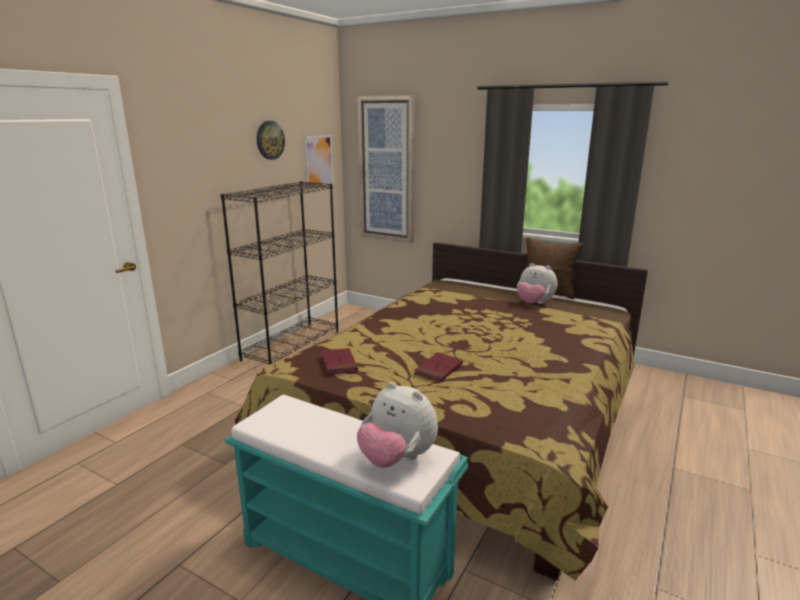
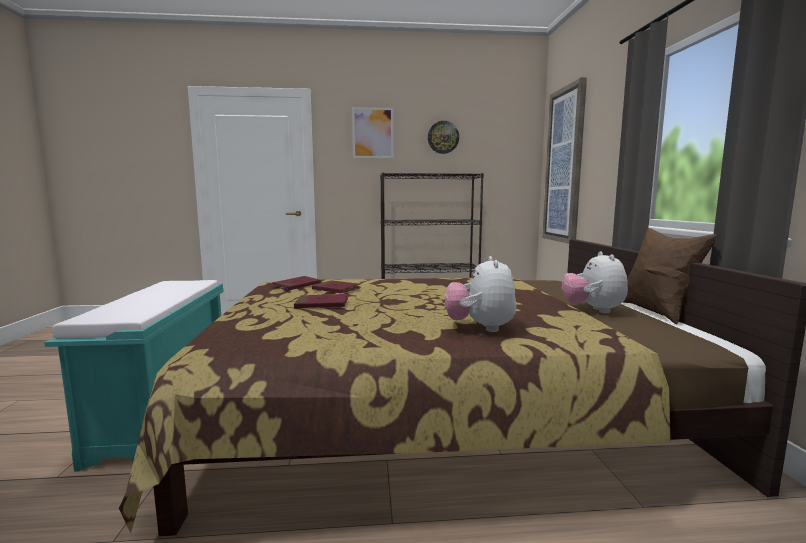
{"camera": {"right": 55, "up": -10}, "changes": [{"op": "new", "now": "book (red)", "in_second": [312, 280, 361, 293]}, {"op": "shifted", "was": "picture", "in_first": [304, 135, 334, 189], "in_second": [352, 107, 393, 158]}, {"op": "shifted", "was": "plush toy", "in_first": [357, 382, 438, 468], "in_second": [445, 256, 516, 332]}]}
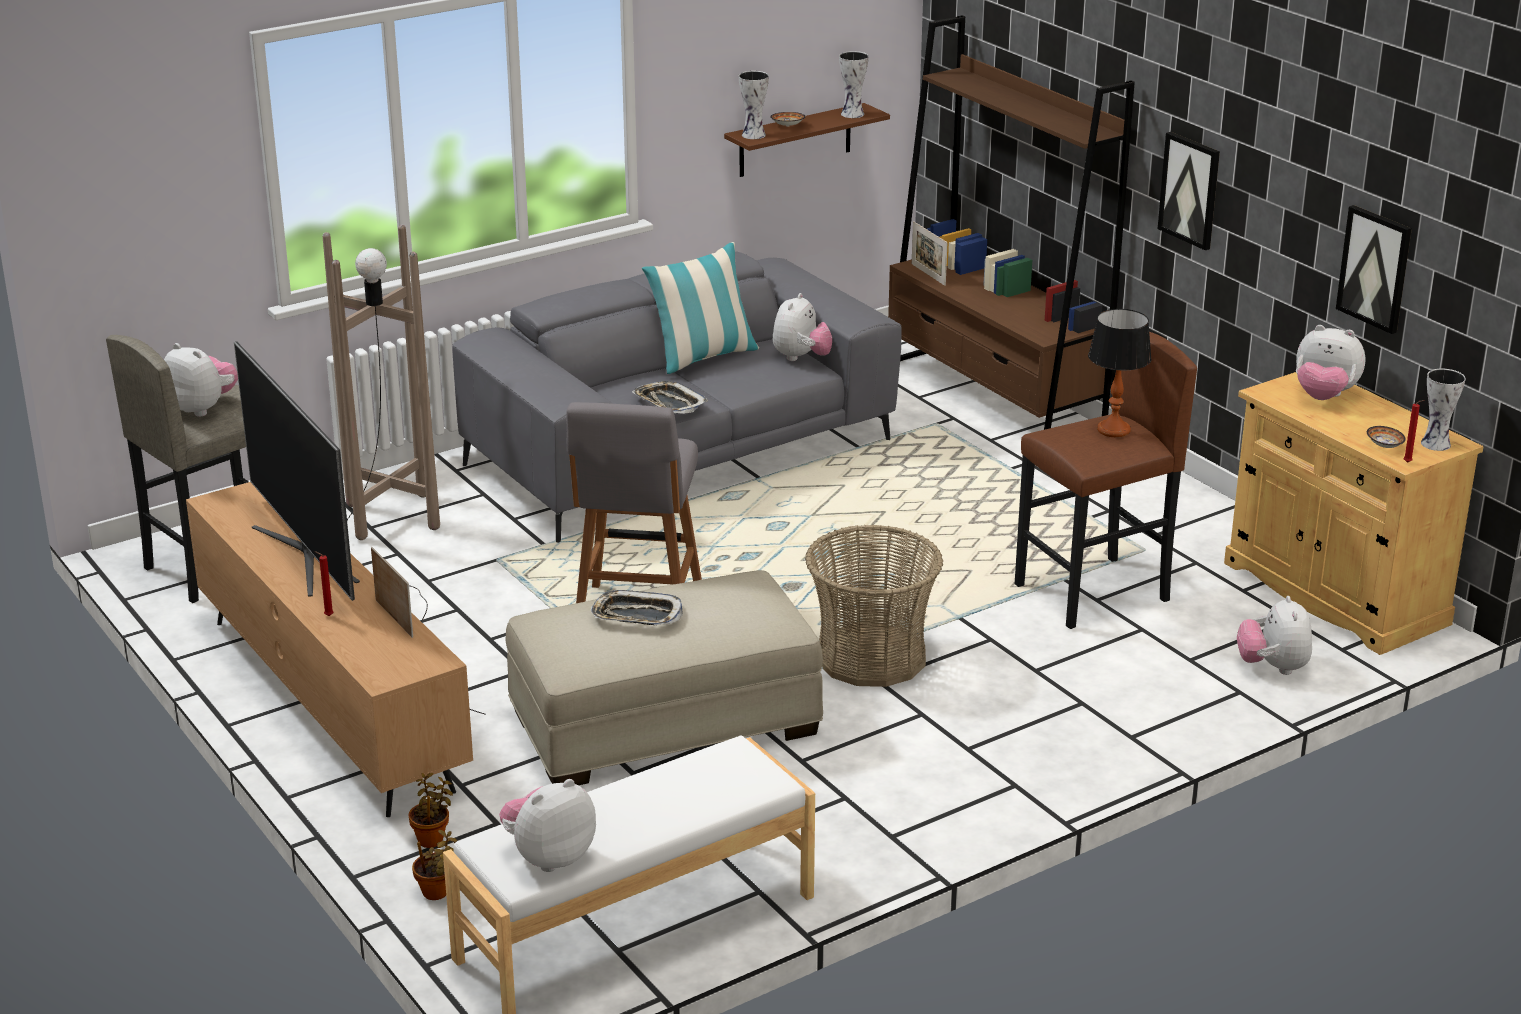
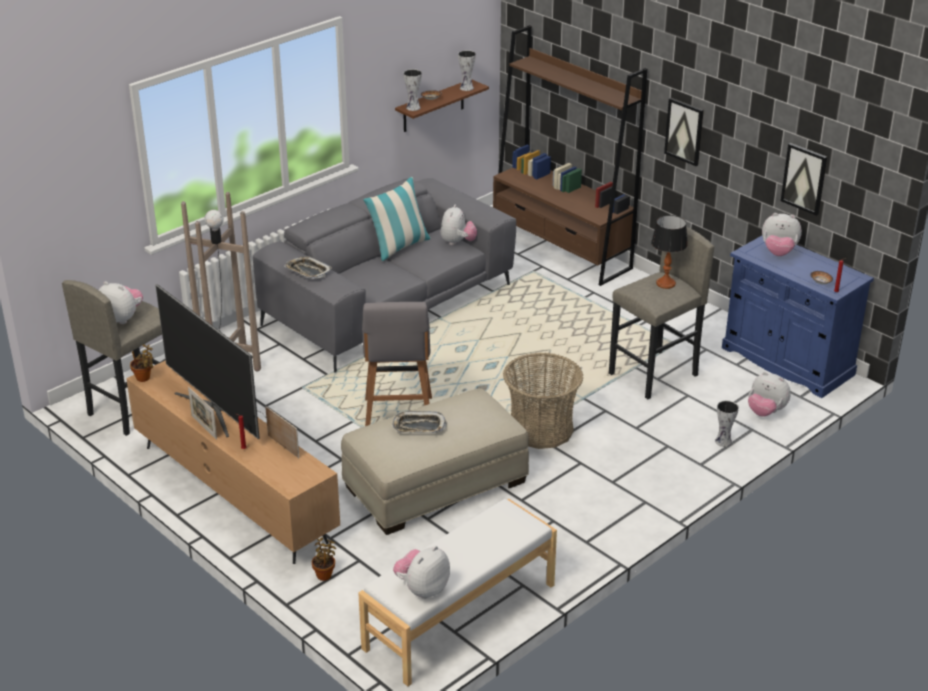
{"camera": {"right": -10, "up": 5}, "changes": [{"op": "shifted", "was": "potted plant", "in_first": [412, 830, 457, 900], "in_second": [130, 344, 153, 382]}, {"op": "shifted", "was": "picture frame", "in_first": [912, 221, 948, 286], "in_second": [188, 387, 217, 440]}, {"op": "shifted", "was": "tray", "in_first": [632, 381, 708, 414], "in_second": [284, 256, 332, 279]}, {"op": "repainted", "was": "stool (brown)", "now": "stool (grey)", "in_first": [1015, 332, 1197, 629], "in_second": [609, 227, 714, 399]}, {"op": "shifted", "was": "vase", "in_first": [1421, 369, 1466, 451], "in_second": [715, 401, 739, 447]}, {"op": "repainted", "was": "cabinet (beige)", "now": "cabinet (blue)", "in_first": [1224, 372, 1484, 655], "in_second": [722, 236, 874, 398]}, {"op": "rotated", "was": "plush toy", "in_first": [1237, 596, 1312, 675], "in_second": [748, 372, 791, 417], "clockwise": -45}]}
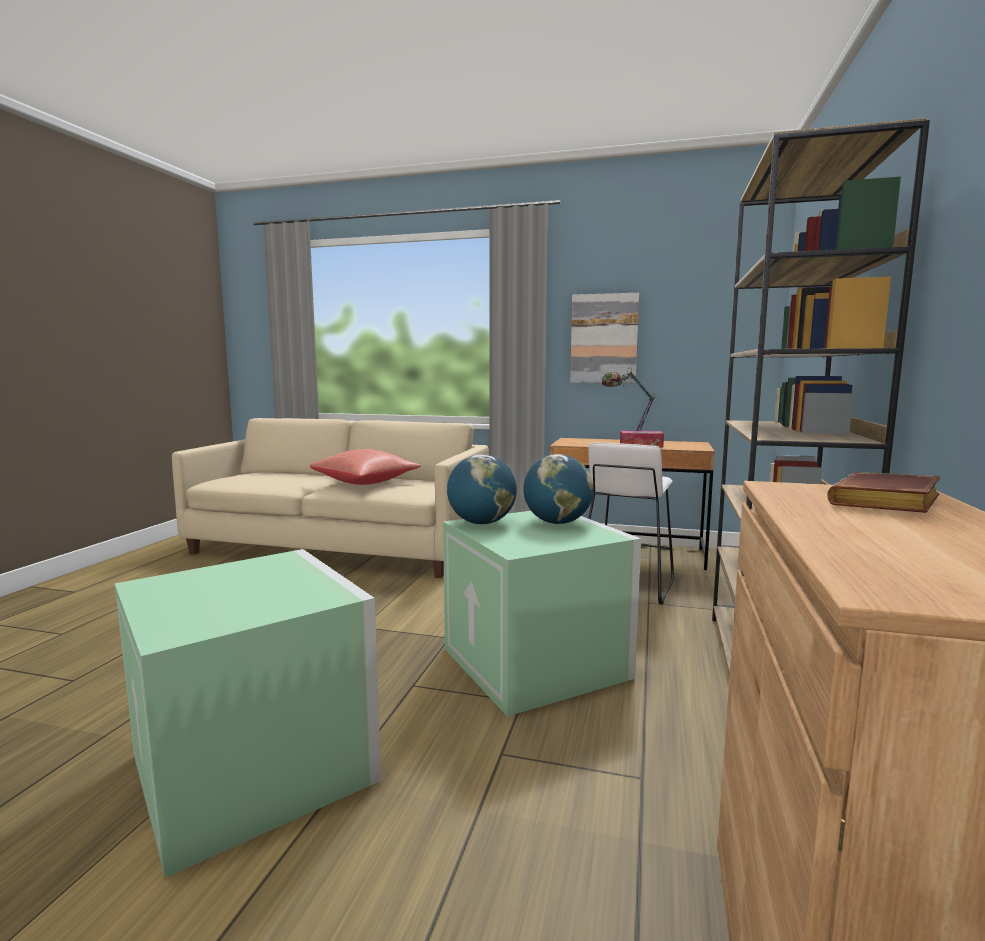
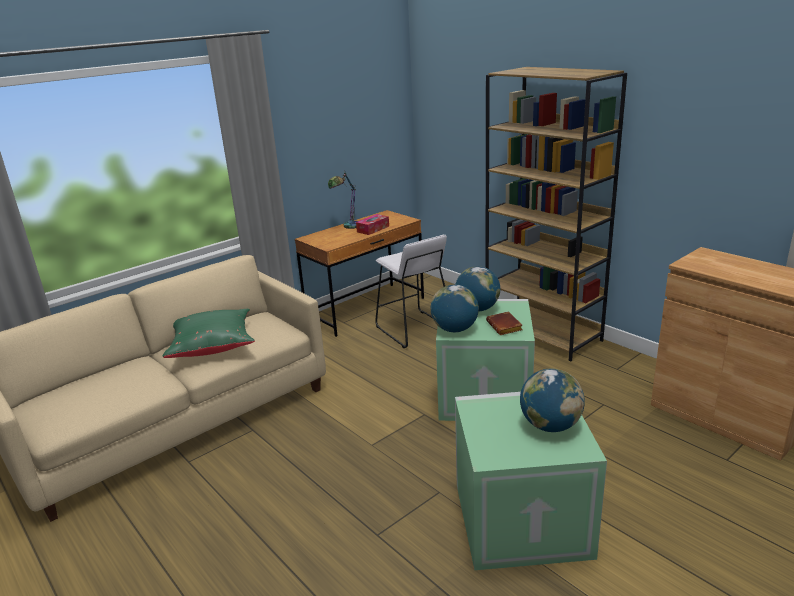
{"camera": {"right": -55, "up": 15}, "changes": [{"op": "repainted", "was": "pillow (red)", "now": "pillow (green)", "in_first": [310, 449, 421, 485], "in_second": [163, 309, 255, 358]}, {"op": "shifted", "was": "book (brown)", "in_first": [827, 472, 940, 513], "in_second": [486, 311, 523, 335]}, {"op": "new", "now": "globe", "in_second": [520, 369, 585, 432]}, {"op": "gone", "was": "picture", "in_first": [570, 293, 639, 383]}]}
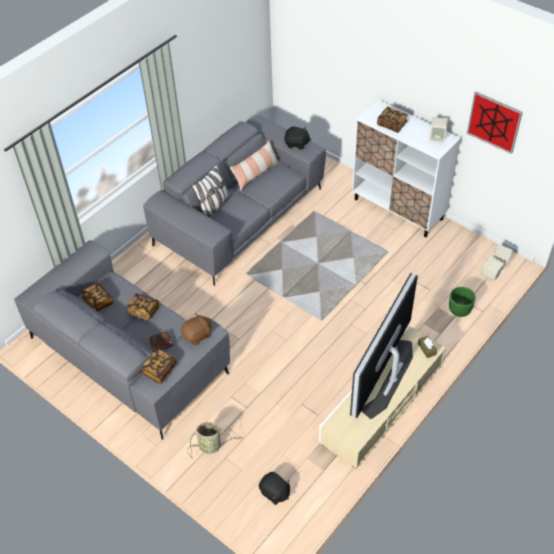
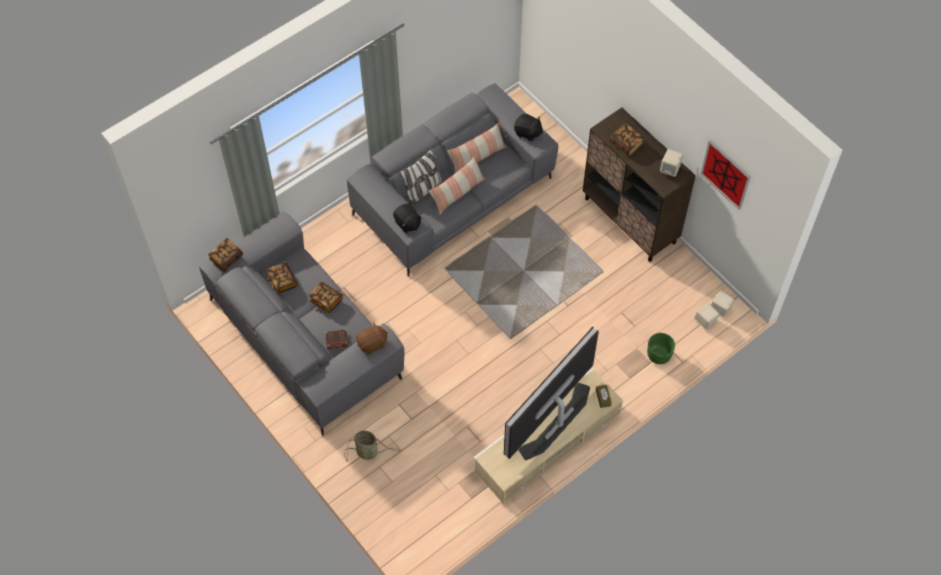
{"camera": {"right": 10, "up": 10}, "changes": [{"op": "shifted", "was": "book", "in_first": [141, 349, 177, 384], "in_second": [208, 238, 243, 272]}, {"op": "shifted", "was": "plush toy (black)", "in_first": [259, 472, 290, 505], "in_second": [393, 204, 422, 233]}, {"op": "new", "now": "pillow", "in_second": [429, 156, 486, 215]}, {"op": "repainted", "was": "cabinet (white)", "now": "cabinet (brown)", "in_first": [352, 100, 461, 237], "in_second": [583, 107, 696, 262]}]}
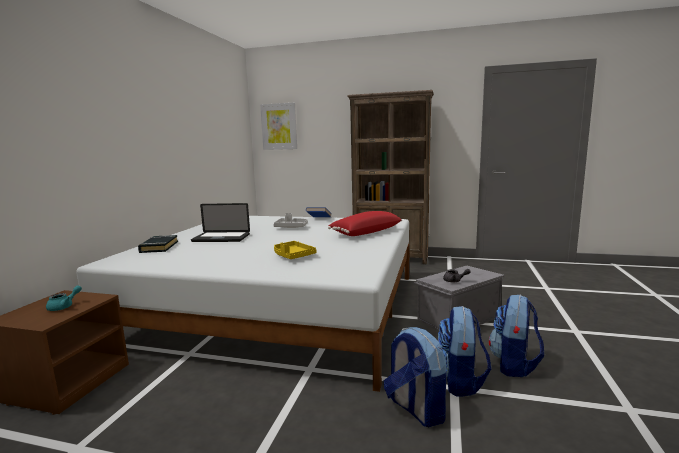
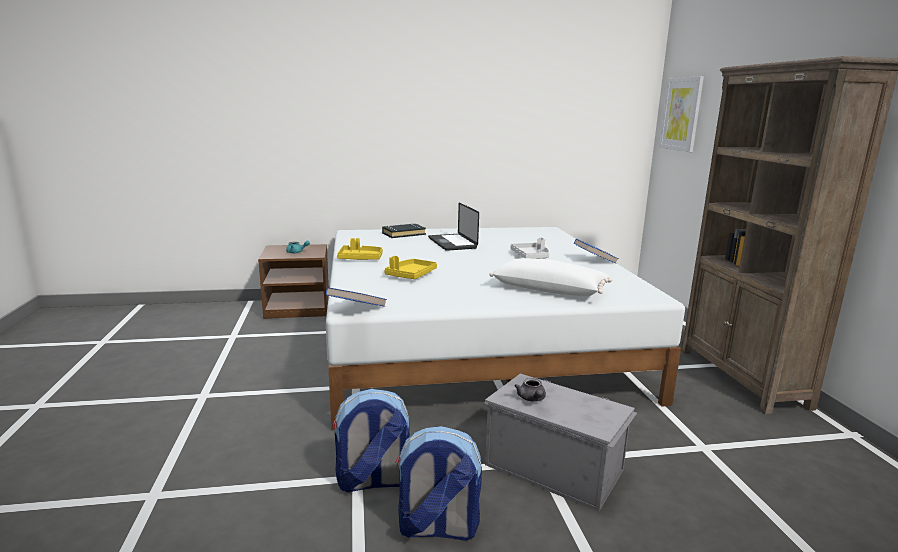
{"camera": {"right": 65, "up": 5}, "changes": [{"op": "new", "now": "book (blue)", "in_second": [326, 287, 387, 307]}, {"op": "new", "now": "tray (yellow)", "in_second": [337, 238, 383, 260]}, {"op": "repainted", "was": "pillow (red)", "now": "pillow (white)", "in_first": [328, 211, 402, 236], "in_second": [489, 258, 612, 296]}, {"op": "gone", "was": "backpack", "in_first": [384, 327, 448, 427]}]}
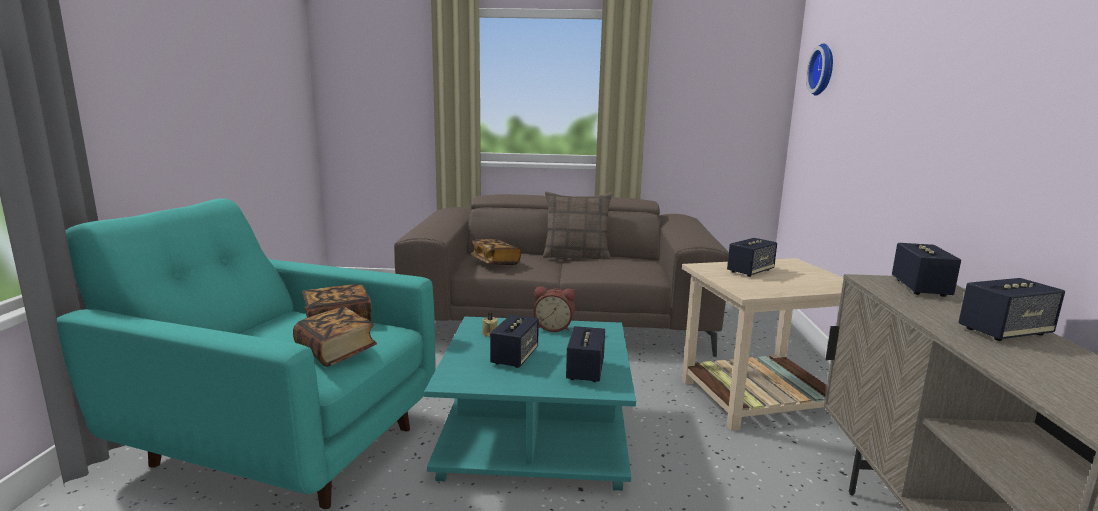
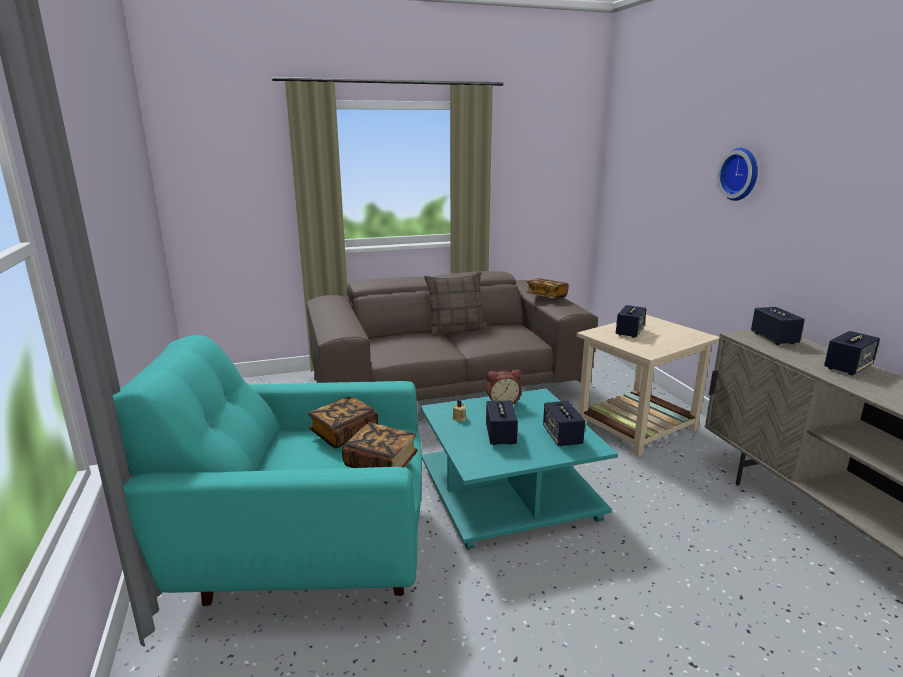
{"camera": {"right": -20, "up": 5}, "changes": [{"op": "shifted", "was": "book", "in_first": [471, 239, 521, 265], "in_second": [526, 278, 569, 299]}, {"op": "shifted", "was": "wall clock", "in_first": [806, 44, 833, 96], "in_second": [717, 148, 758, 201]}]}
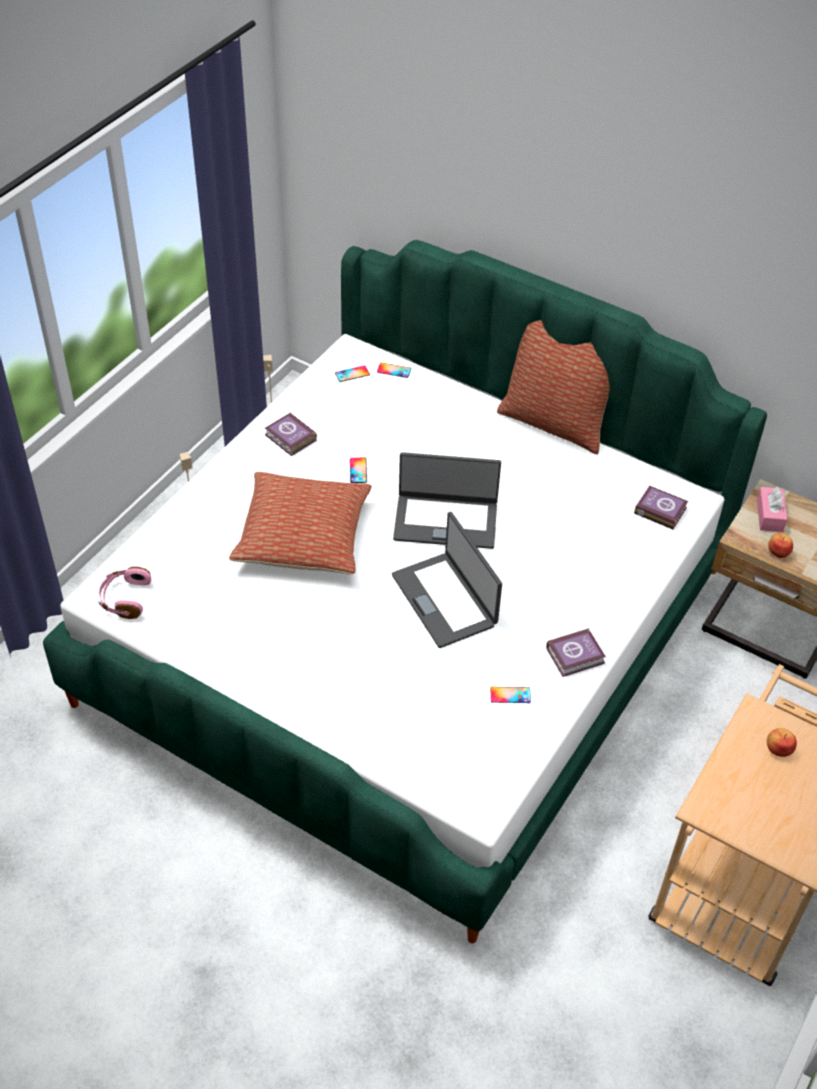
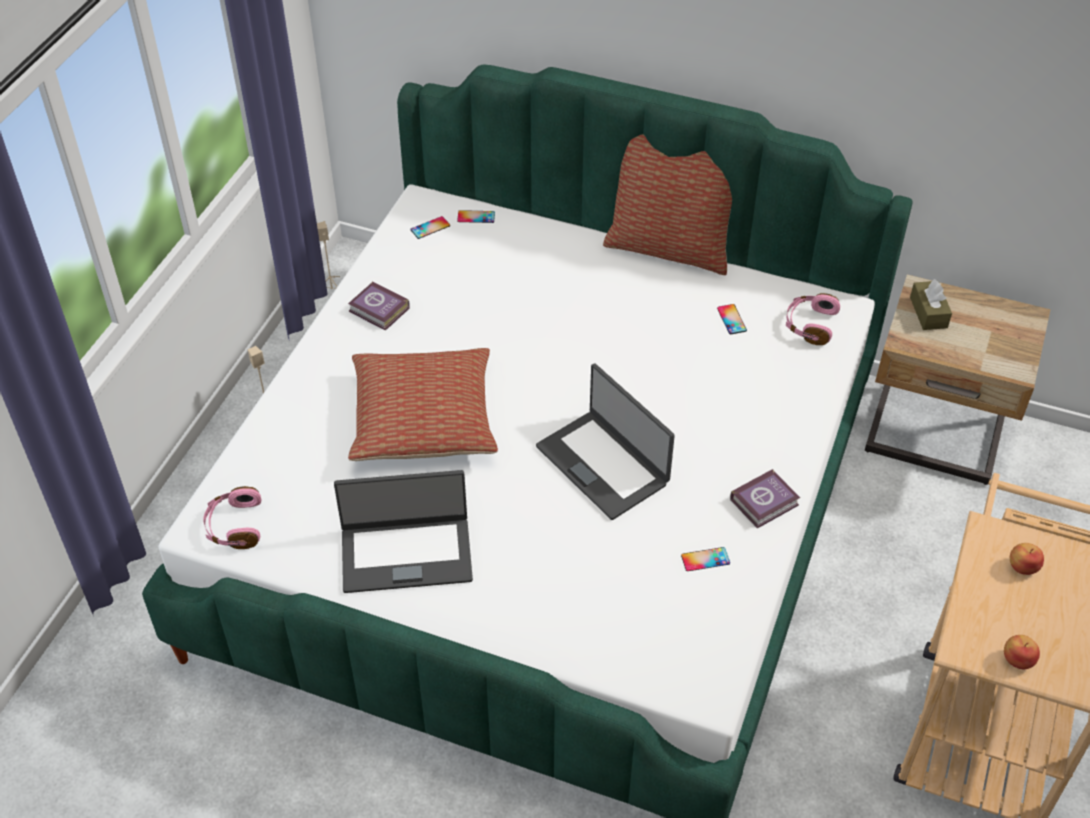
{"camera": {"right": -10, "up": 0}, "changes": [{"op": "shifted", "was": "laptop", "in_first": [393, 452, 501, 549], "in_second": [334, 470, 473, 593]}, {"op": "shifted", "was": "phone", "in_first": [350, 458, 367, 483], "in_second": [717, 304, 747, 334]}, {"op": "swapped", "was": "book", "now": "headphones (pink)", "in_first": [634, 486, 688, 529], "in_second": [786, 293, 840, 345]}, {"op": "repainted", "was": "tissue box (pink)", "now": "tissue box (brown)", "in_first": [757, 487, 787, 532], "in_second": [910, 279, 952, 330]}, {"op": "shifted", "was": "apple", "in_first": [768, 533, 793, 558], "in_second": [1004, 635, 1040, 670]}]}
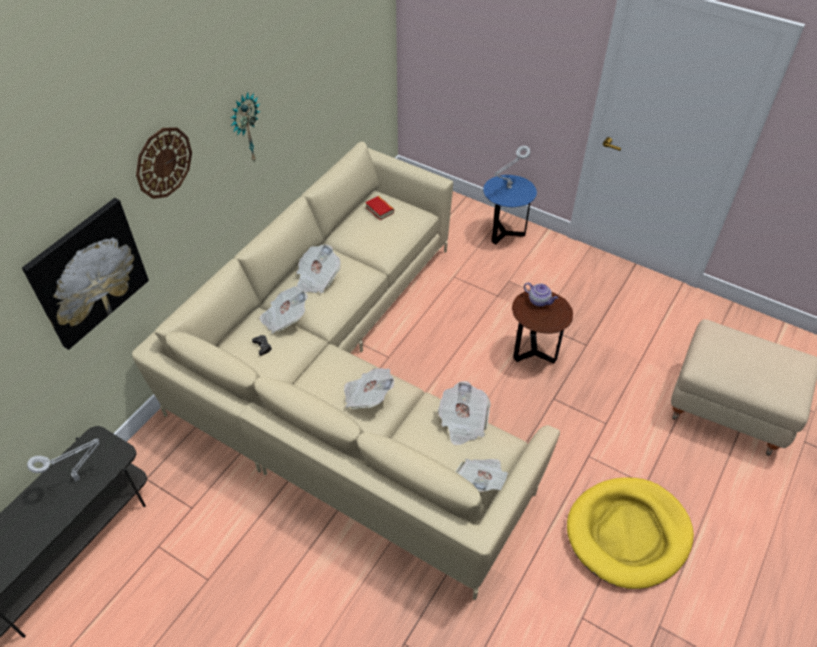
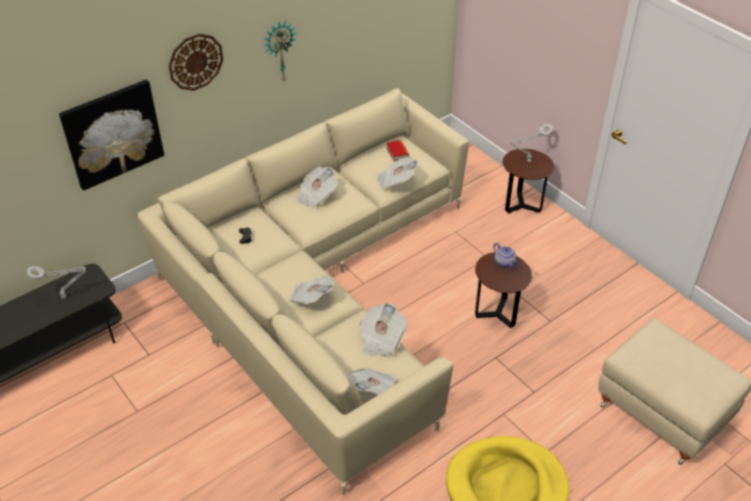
{"camera": {"right": 20, "up": -5}, "changes": [{"op": "shifted", "was": "newspaper", "in_first": [259, 286, 308, 334], "in_second": [376, 156, 418, 189]}, {"op": "repainted", "was": "side table (blue)", "now": "side table (brown)", "in_first": [483, 175, 537, 244], "in_second": [503, 149, 554, 213]}]}
